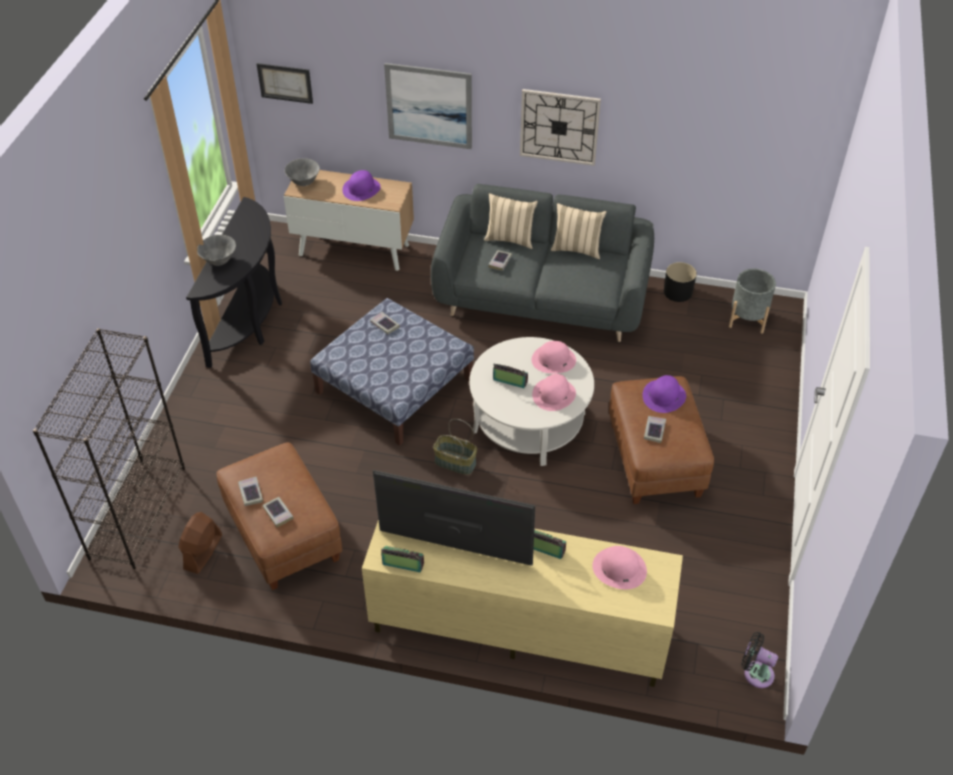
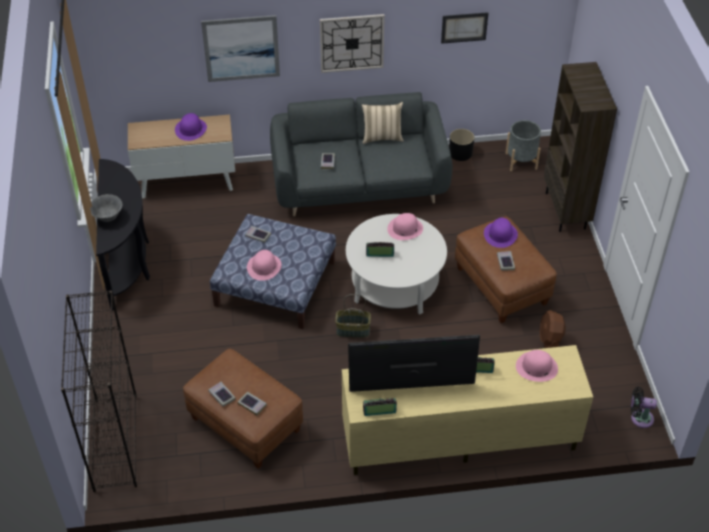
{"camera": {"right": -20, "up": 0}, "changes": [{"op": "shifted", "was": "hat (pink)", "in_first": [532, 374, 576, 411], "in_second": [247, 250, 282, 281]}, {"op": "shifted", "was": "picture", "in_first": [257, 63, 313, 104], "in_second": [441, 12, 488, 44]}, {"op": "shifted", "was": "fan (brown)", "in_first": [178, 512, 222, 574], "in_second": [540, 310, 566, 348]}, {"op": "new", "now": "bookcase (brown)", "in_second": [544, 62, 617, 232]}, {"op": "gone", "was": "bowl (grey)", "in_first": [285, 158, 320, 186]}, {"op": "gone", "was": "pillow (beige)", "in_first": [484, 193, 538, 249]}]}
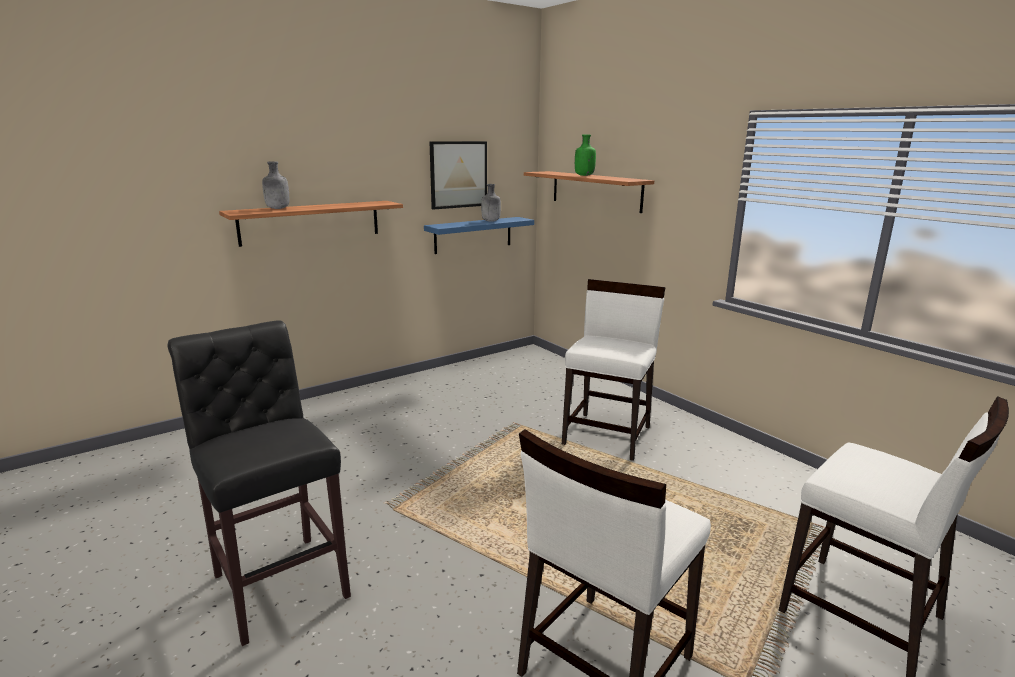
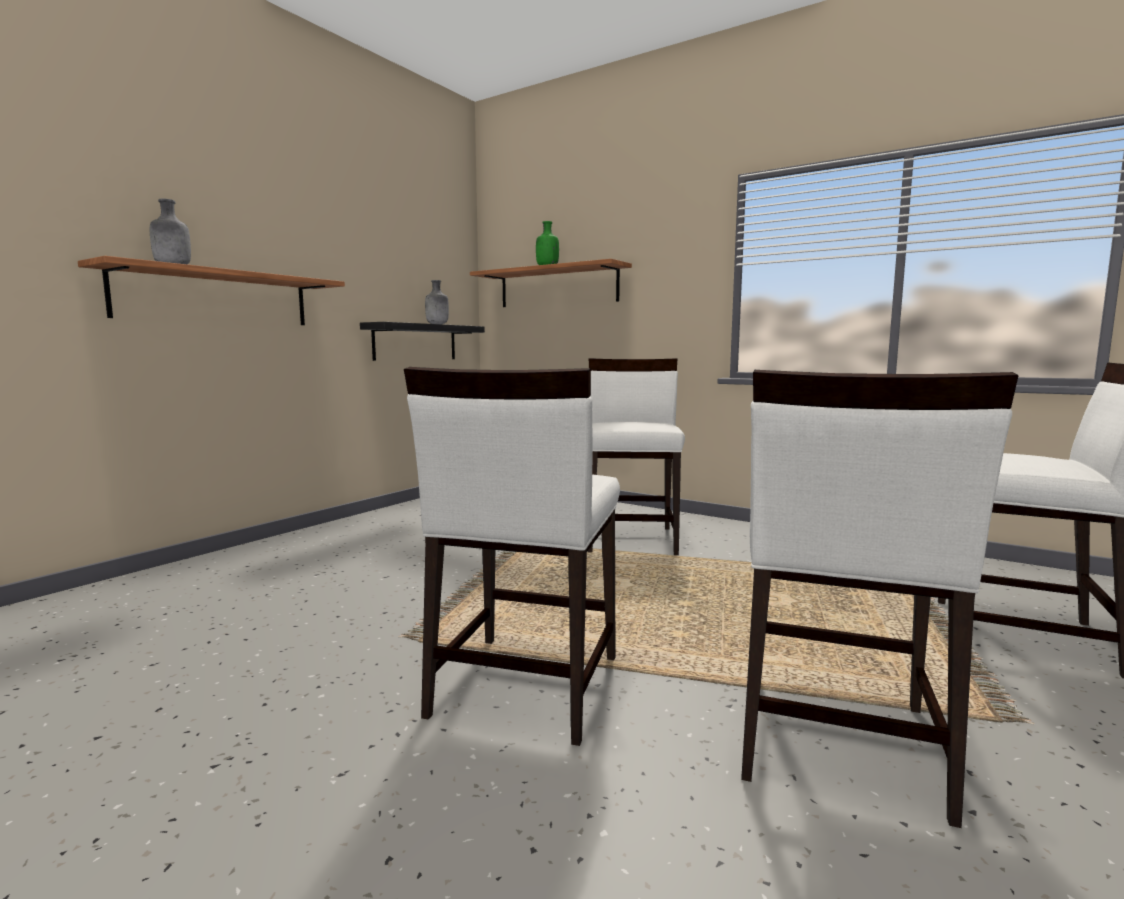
{"camera": {"right": -20, "up": -10}, "changes": [{"op": "repainted", "was": "shelf (blue)", "now": "shelf (black)", "in_first": [424, 217, 534, 254], "in_second": [360, 322, 485, 361]}, {"op": "new", "now": "chair (white)", "in_second": [404, 367, 620, 746]}, {"op": "gone", "was": "stool (black)", "in_first": [168, 320, 351, 646]}, {"op": "gone", "was": "picture", "in_first": [429, 141, 487, 210]}]}
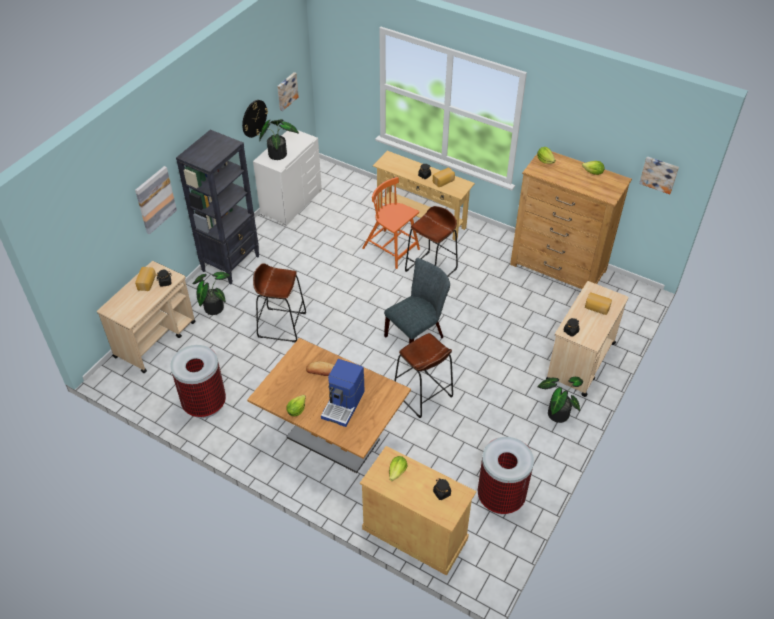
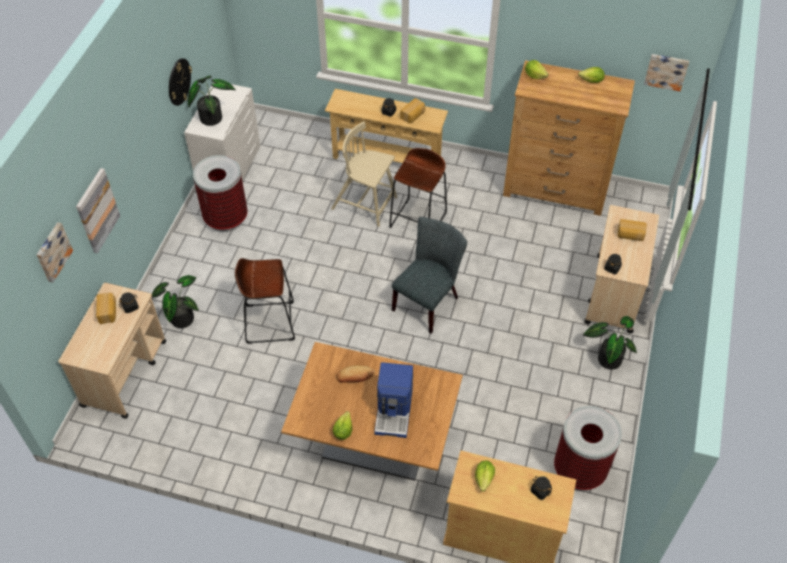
{"camera": {"right": -15, "up": 5}, "changes": [{"op": "shifted", "was": "picture", "in_first": [277, 72, 299, 111], "in_second": [37, 222, 73, 283]}, {"op": "shifted", "was": "trash can", "in_first": [170, 345, 226, 418], "in_second": [193, 155, 248, 232]}, {"op": "repainted", "was": "chair (orange)", "now": "chair (beige)", "in_first": [362, 177, 420, 269], "in_second": [331, 122, 397, 227]}, {"op": "gone", "was": "bookcase (black)", "in_first": [176, 130, 259, 284]}, {"op": "gone", "was": "stool (brown)", "in_first": [394, 333, 453, 418]}]}
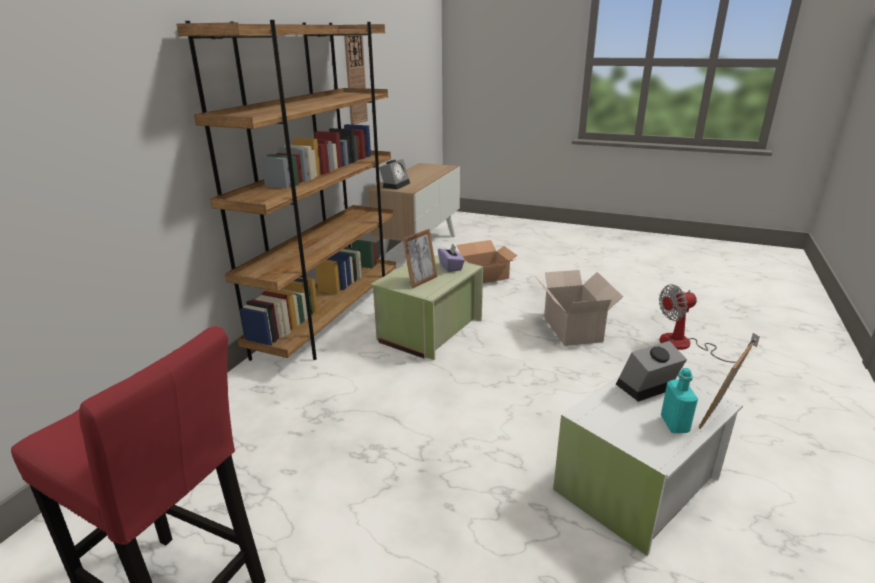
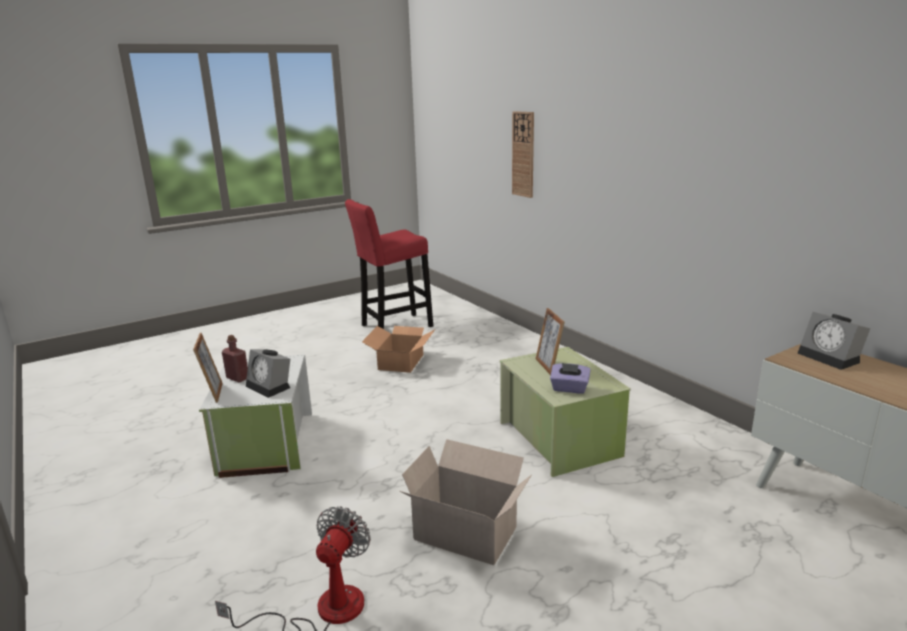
{"camera": {"right": 125, "up": -5}, "changes": [{"op": "repainted", "was": "bottle (turquoise)", "now": "bottle (red)", "in_first": [661, 368, 698, 433], "in_second": [222, 335, 248, 382]}, {"op": "rotated", "was": "alarm clock", "in_first": [616, 341, 687, 402], "in_second": [246, 349, 290, 398], "clockwise": 120}, {"op": "shifted", "was": "cardboard box", "in_first": [457, 240, 518, 283], "in_second": [362, 326, 435, 373]}, {"op": "shifted", "was": "wall clock", "in_first": [344, 35, 368, 125], "in_second": [512, 111, 534, 198]}, {"op": "gone", "was": "bookcase (brown)", "in_first": [176, 20, 396, 361]}]}
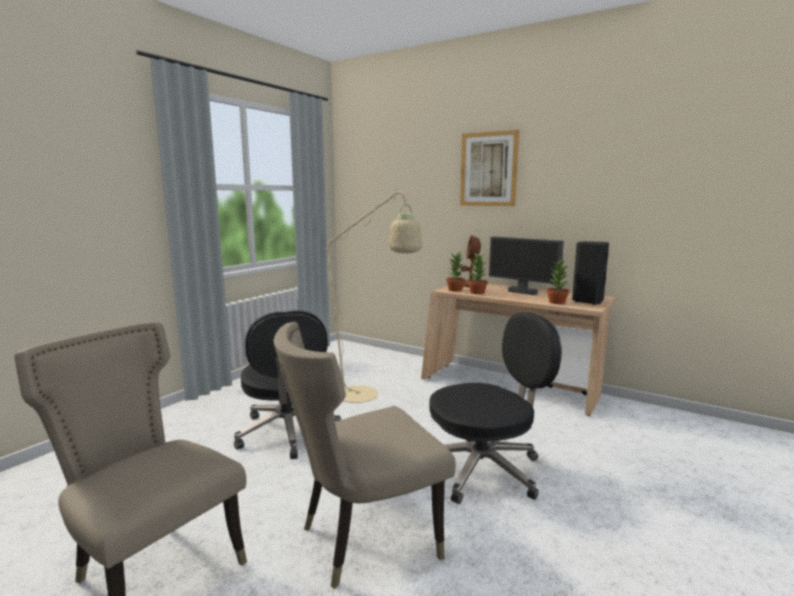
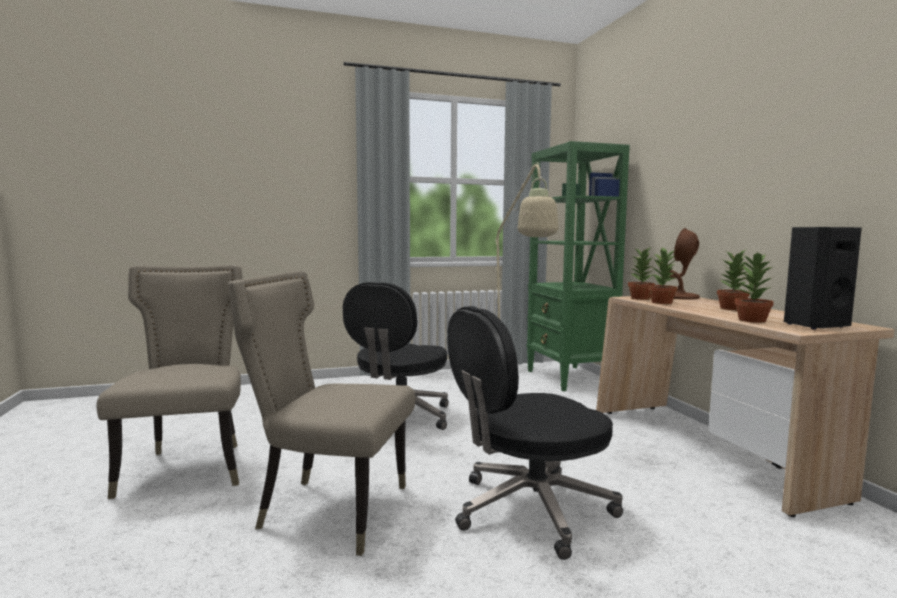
{"camera": {"right": 40, "up": -5}, "changes": [{"op": "rotated", "was": "office chair (black)", "in_first": [429, 312, 562, 504], "in_second": [447, 306, 623, 560], "clockwise": 135}, {"op": "new", "now": "bookcase (green)", "in_second": [527, 141, 630, 391]}, {"op": "swapped", "was": "monitor", "now": "potted plant", "in_first": [489, 237, 564, 295], "in_second": [717, 250, 750, 310]}, {"op": "gone", "was": "picture", "in_first": [460, 130, 519, 206]}]}
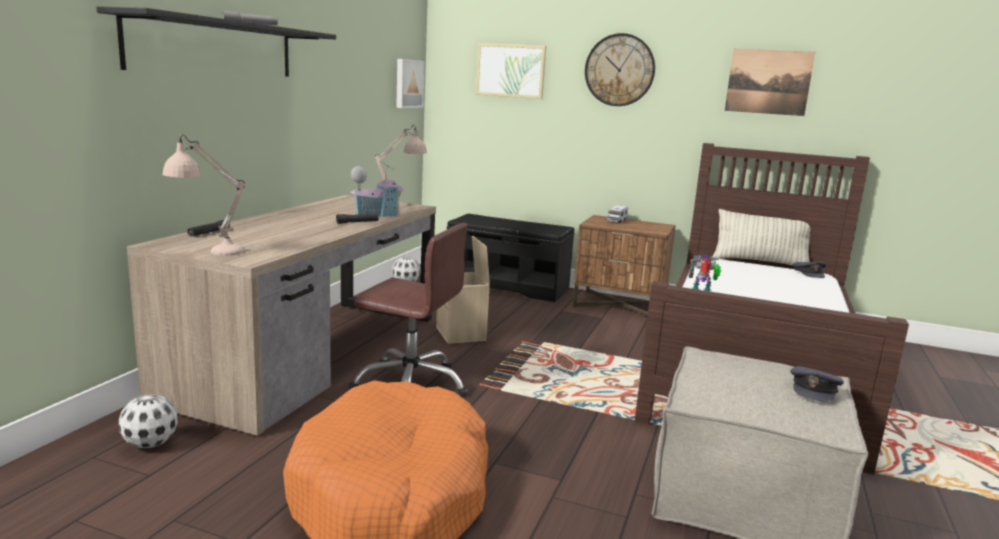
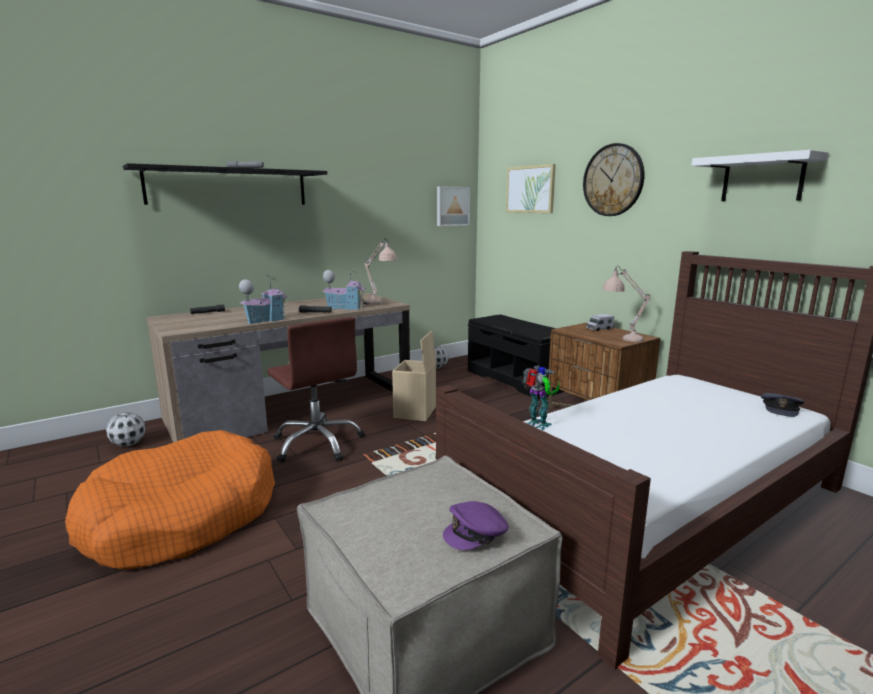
{"camera": {"right": 35, "up": 0}, "changes": [{"op": "new", "now": "toy house", "in_second": [239, 275, 288, 324]}, {"op": "repainted", "was": "cap (grey)", "now": "cap (purple)", "in_first": [790, 366, 844, 402], "in_second": [443, 501, 509, 550]}, {"op": "shifted", "was": "table lamp (beige)", "in_first": [163, 135, 245, 256], "in_second": [602, 266, 650, 342]}, {"op": "swapped", "was": "picture", "now": "shelf (white)", "in_first": [725, 49, 815, 116], "in_second": [691, 150, 829, 201]}, {"op": "gone", "was": "pillow", "in_first": [713, 209, 810, 265]}]}
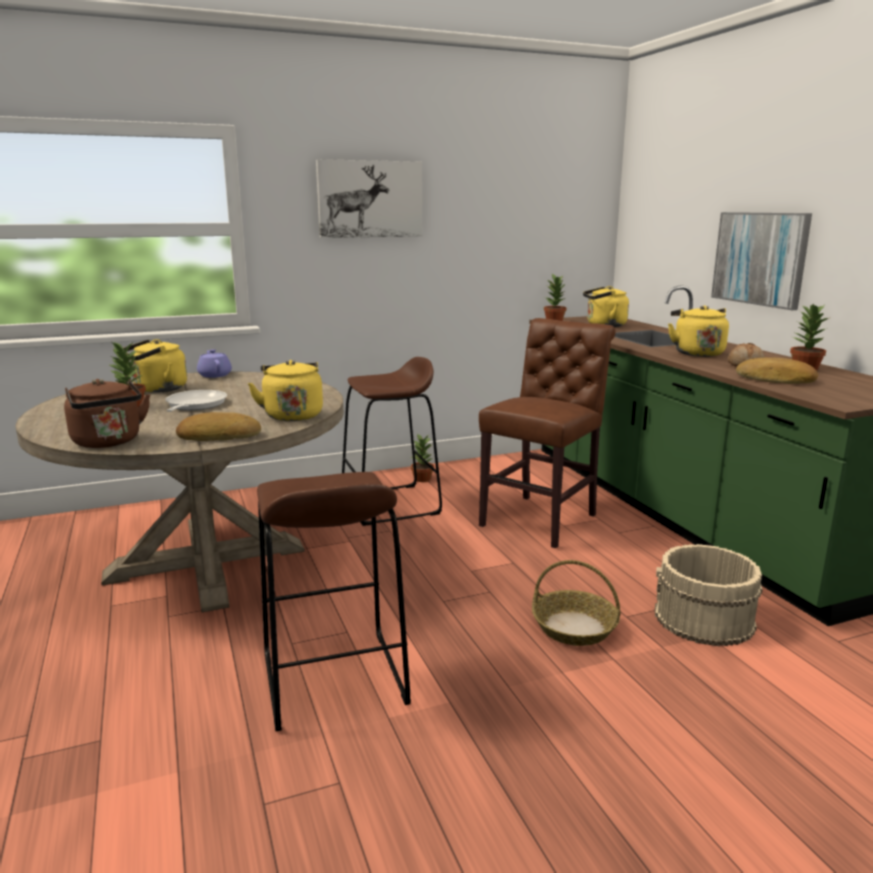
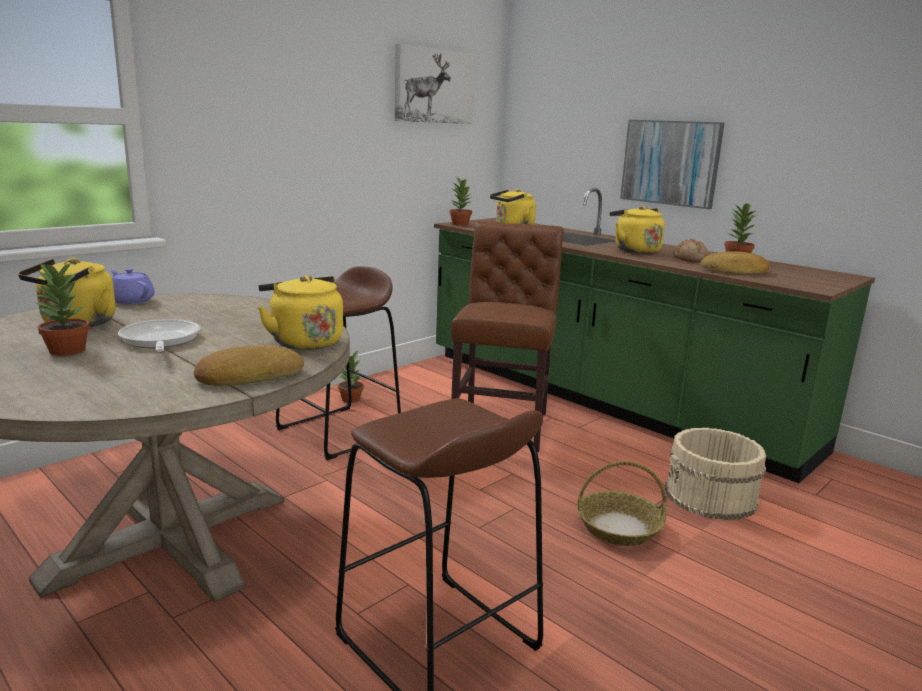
{"camera": {"right": -25, "up": 0}, "changes": [{"op": "shifted", "was": "picture", "in_first": [316, 159, 422, 238], "in_second": [395, 44, 475, 124]}, {"op": "gone", "was": "kettle (brown)", "in_first": [64, 379, 150, 448]}]}
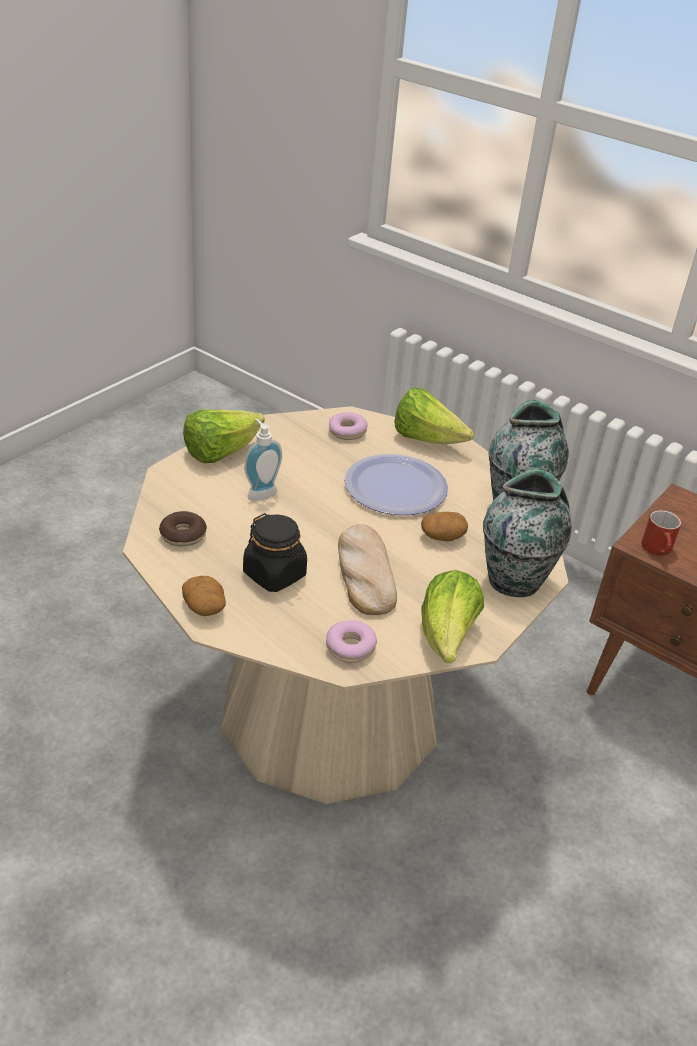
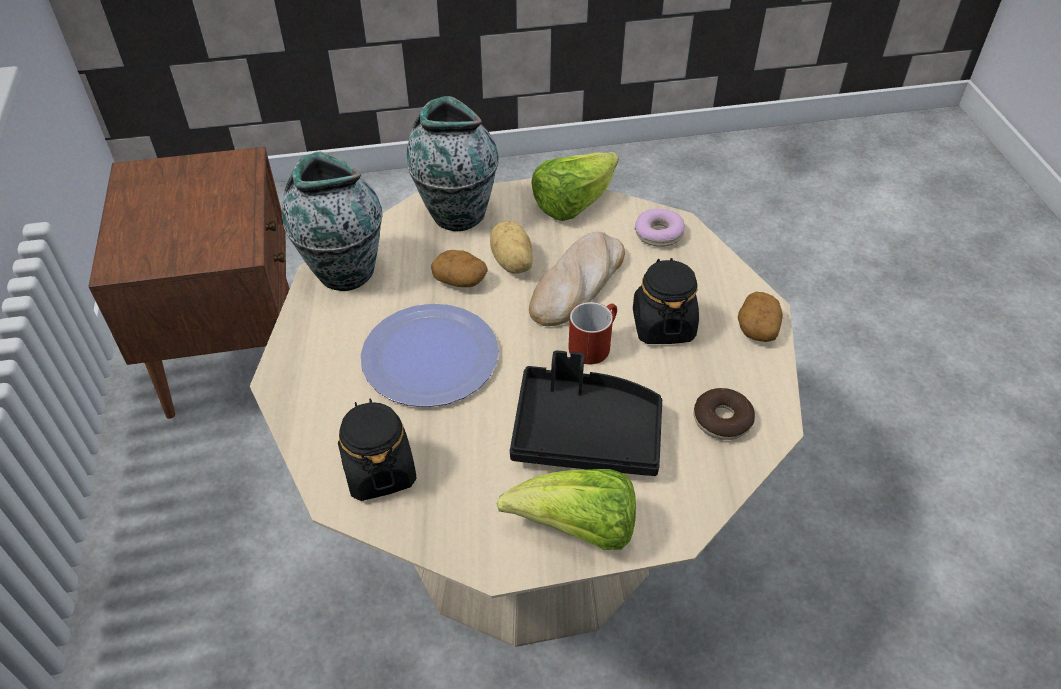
{"camera": {"right": -135, "up": 10}, "changes": [{"op": "swapped", "was": "donut", "now": "jar (black)", "in_first": [329, 412, 368, 440], "in_second": [338, 398, 417, 501]}, {"op": "new", "now": "potato", "in_second": [490, 221, 533, 274]}, {"op": "swapped", "was": "soap dispenser", "now": "tray (black)", "in_first": [244, 418, 282, 500], "in_second": [510, 350, 662, 476]}, {"op": "shifted", "was": "mug (red)", "in_first": [641, 510, 681, 556], "in_second": [568, 302, 617, 364]}, {"op": "gone", "was": "lettuce", "in_first": [394, 388, 474, 444]}]}
